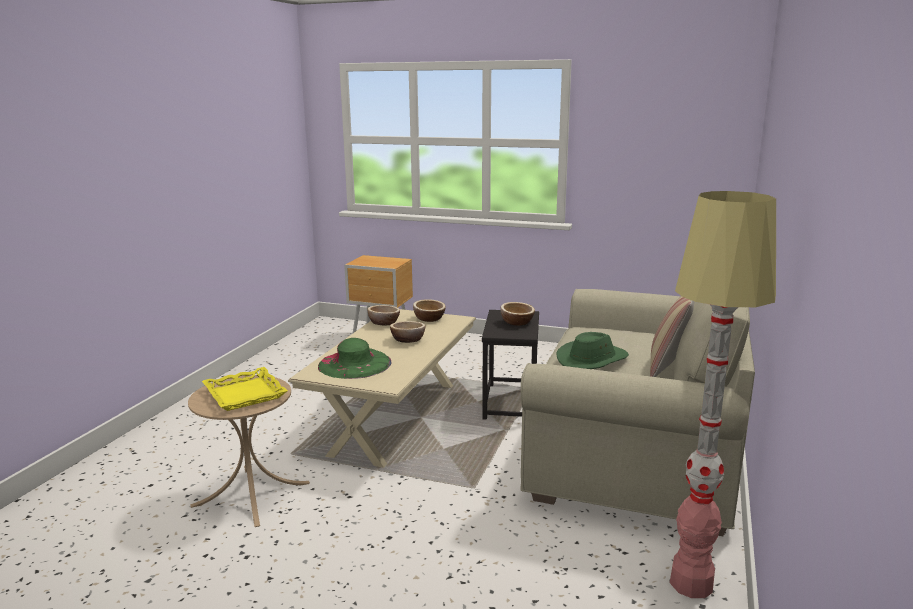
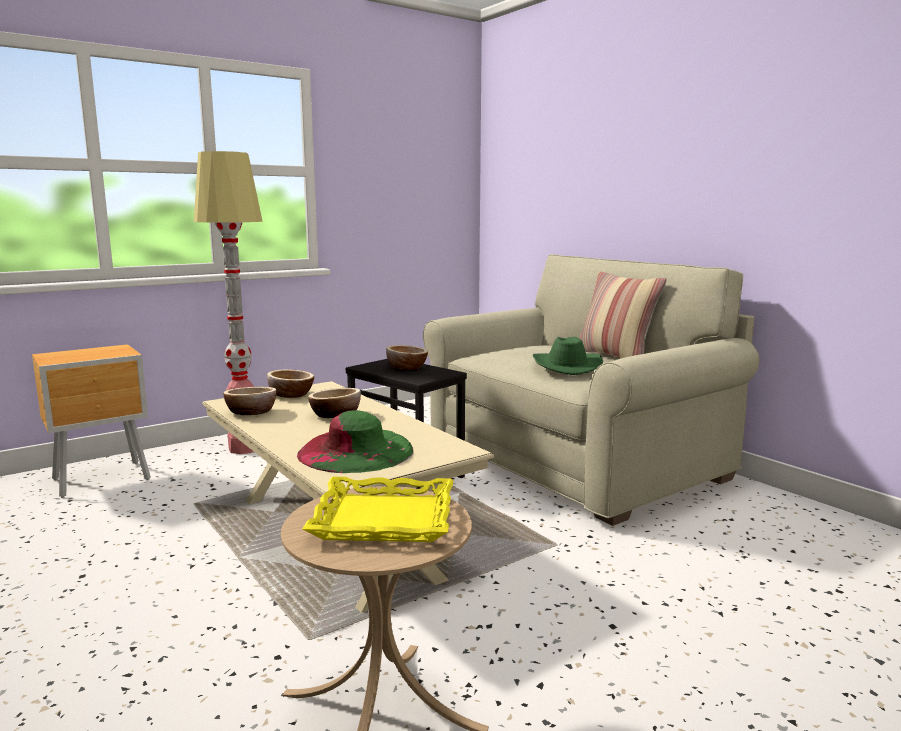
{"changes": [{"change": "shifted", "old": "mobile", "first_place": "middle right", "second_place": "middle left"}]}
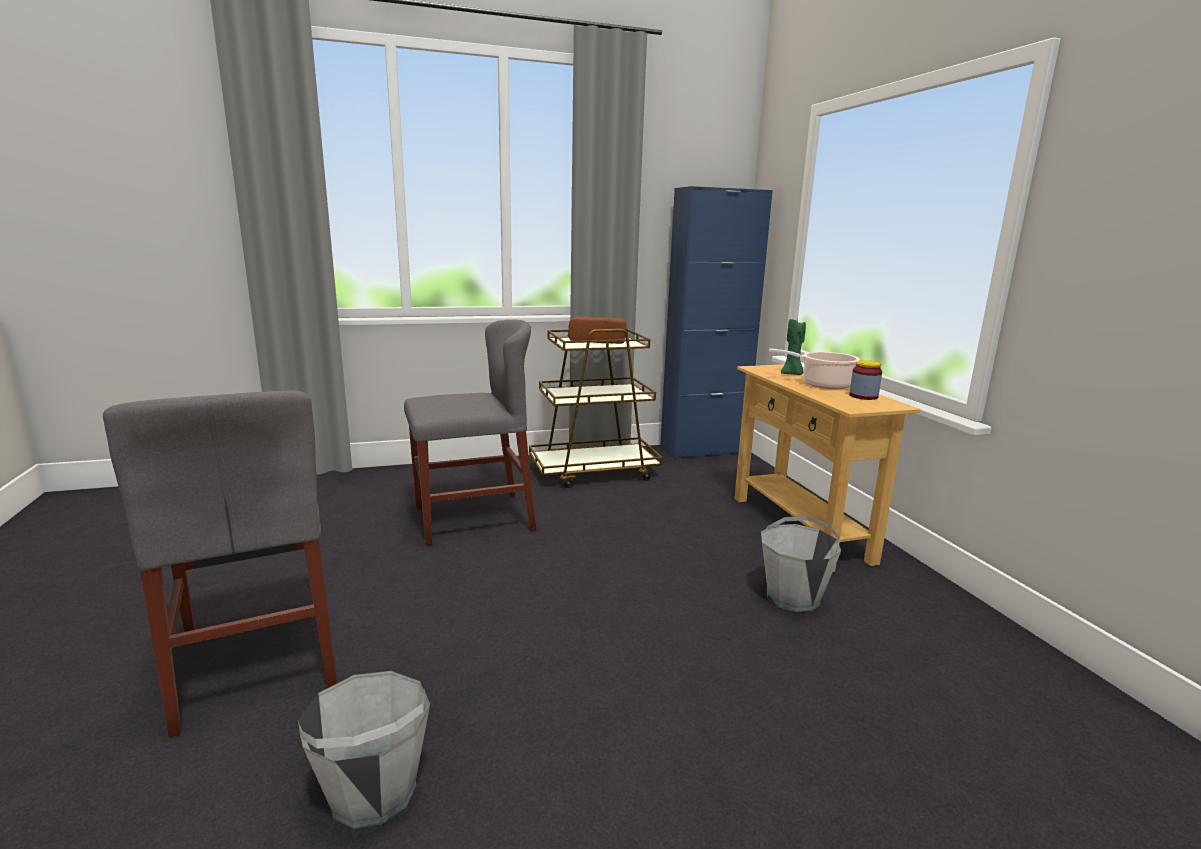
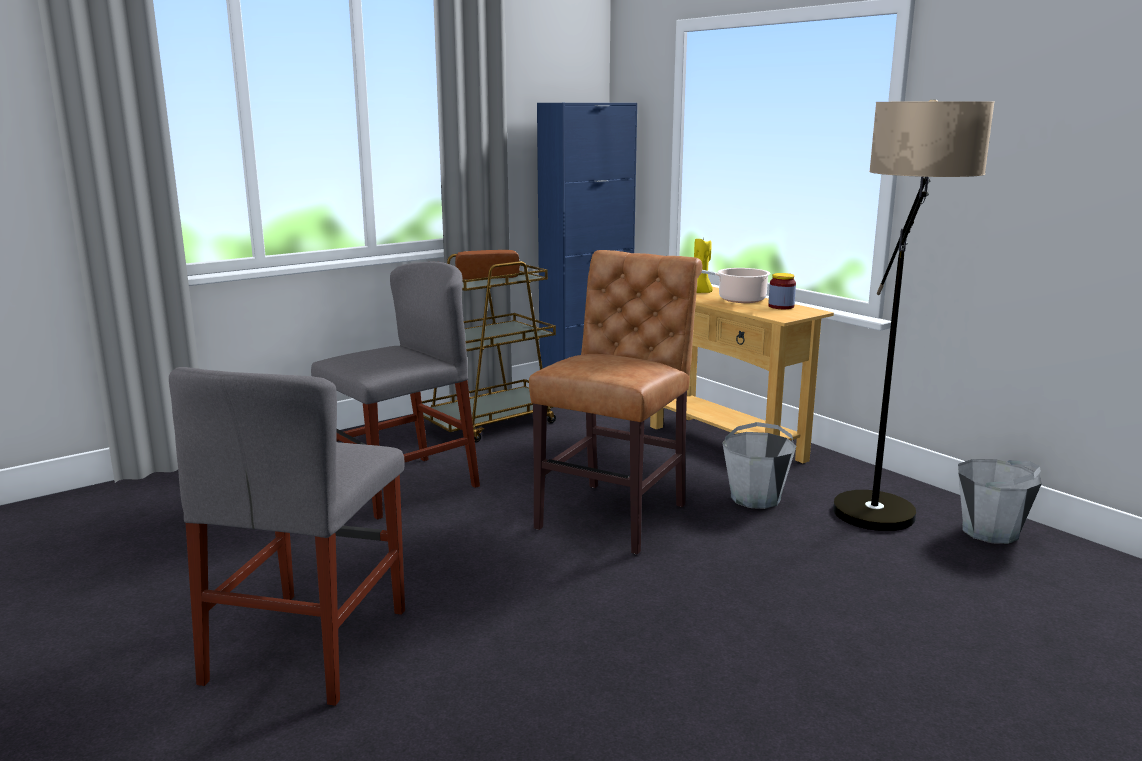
{"changes": [{"change": "new", "new": "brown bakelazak", "second_place": "centre"}, {"change": "new", "new": "mobile", "second_place": "middle right"}, {"change": "shifted", "old": "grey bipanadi (no. 1 from left in the first image)", "new": "grey bipanadi (no. 2 from left)", "first_place": "bottom left", "second_place": "middle right"}, {"change": "repainted", "old": "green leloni", "new": "yellow leloni", "first_place": "centre", "second_place": "centre"}, {"change": "rotated", "old": "grey bakelazak (no. 1 from left)", "first_place": "middle left", "second_place": "bottom left", "degrees": 60}]}
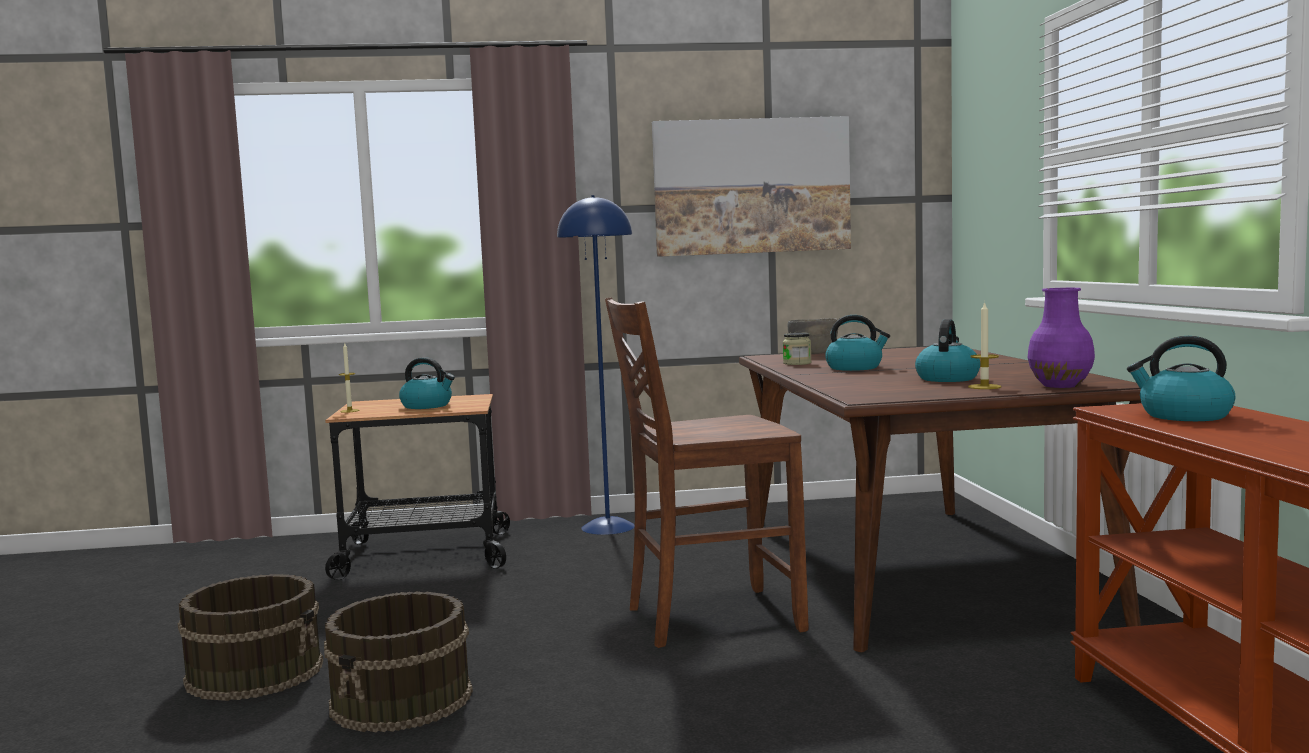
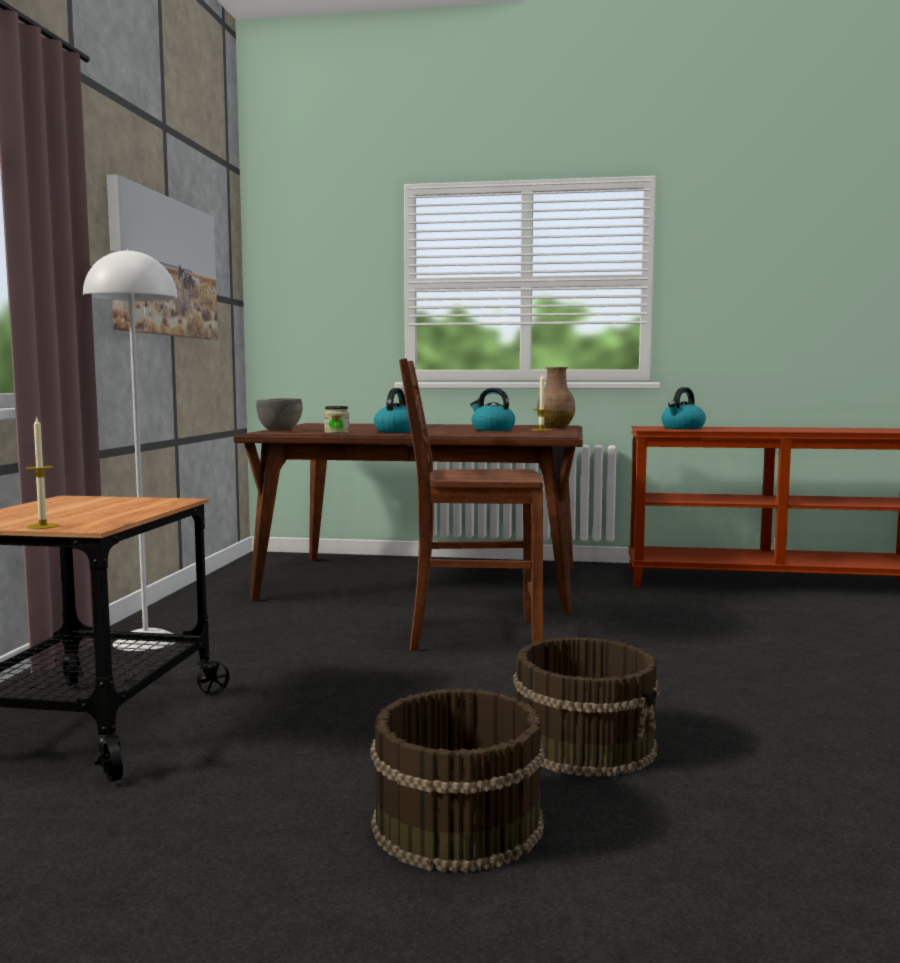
{"changes": [{"change": "gone", "old": "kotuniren (no. 1 from left)", "first_place": "middle left"}, {"change": "repainted", "old": "blue mobile", "new": "white mobile", "first_place": "centre", "second_place": "middle left"}, {"change": "repainted", "old": "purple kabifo", "new": "brown kabifo", "first_place": "middle right", "second_place": "centre"}, {"change": "rotated", "old": "brown bakelazak", "first_place": "centre", "second_place": "centre", "degrees": 90}]}
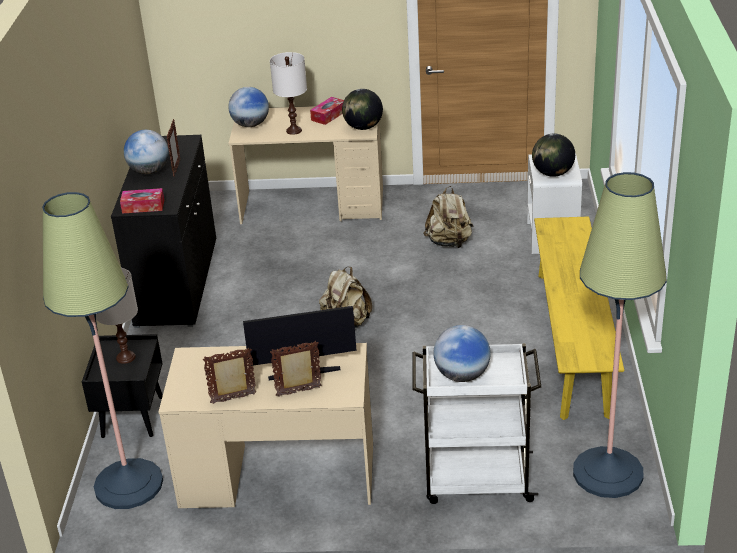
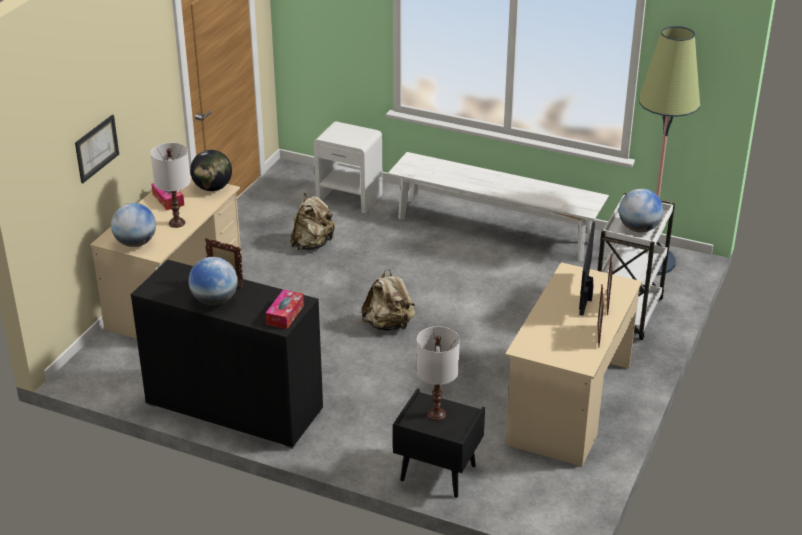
{"changes": [{"change": "gone", "old": "mobile (no. 1 from left)", "first_place": "middle left"}, {"change": "gone", "old": "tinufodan (no. 5 from left)", "first_place": "top right"}, {"change": "new", "new": "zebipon", "second_place": "top left"}, {"change": "repainted", "old": "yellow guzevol", "new": "white guzevol", "first_place": "middle right", "second_place": "centre"}]}
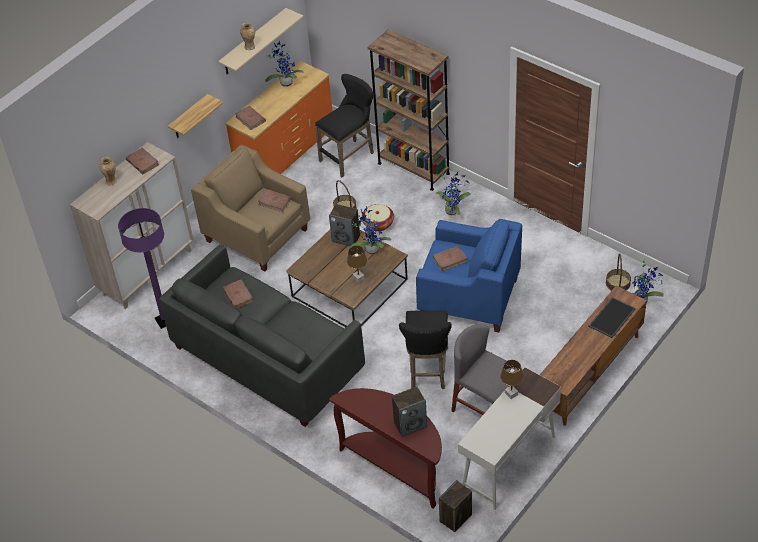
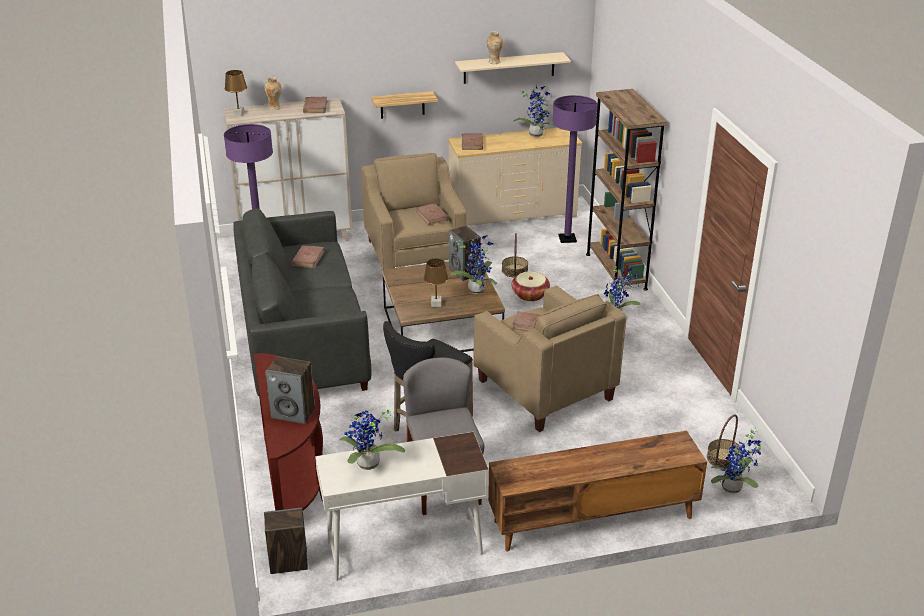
{"changes": [{"change": "gone", "old": "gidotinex", "first_place": "middle right"}, {"change": "new", "new": "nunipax (no. 1 from left)", "second_place": "bottom centre"}, {"change": "shifted", "old": "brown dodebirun (no. 2 from left in the first image)", "new": "brown dodebirun (no. 1 from left)", "first_place": "bottom right", "second_place": "top left"}, {"change": "swapped", "old": "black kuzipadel (no. 1 from left)", "new": "purple mobile (no. 2 from left)", "first_place": "top centre", "second_place": "top centre"}, {"change": "repainted", "old": "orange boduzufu", "new": "beige boduzufu", "first_place": "top centre", "second_place": "top centre"}, {"change": "repainted", "old": "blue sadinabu", "new": "beige sadinabu (no. 2 from left)", "first_place": "centre", "second_place": "centre"}]}
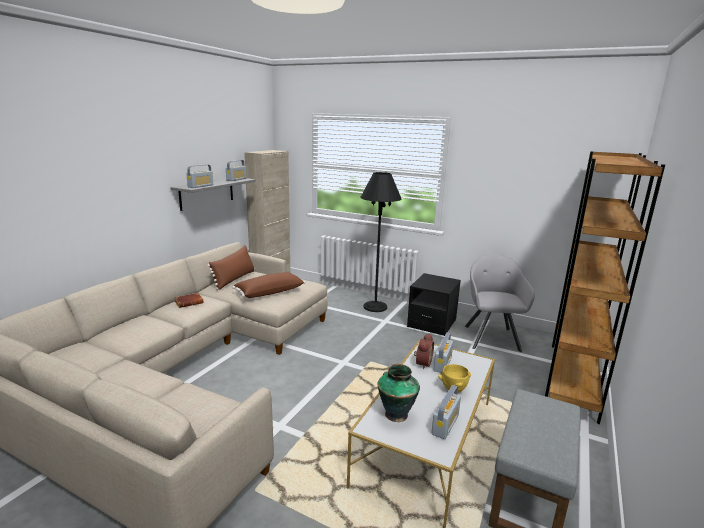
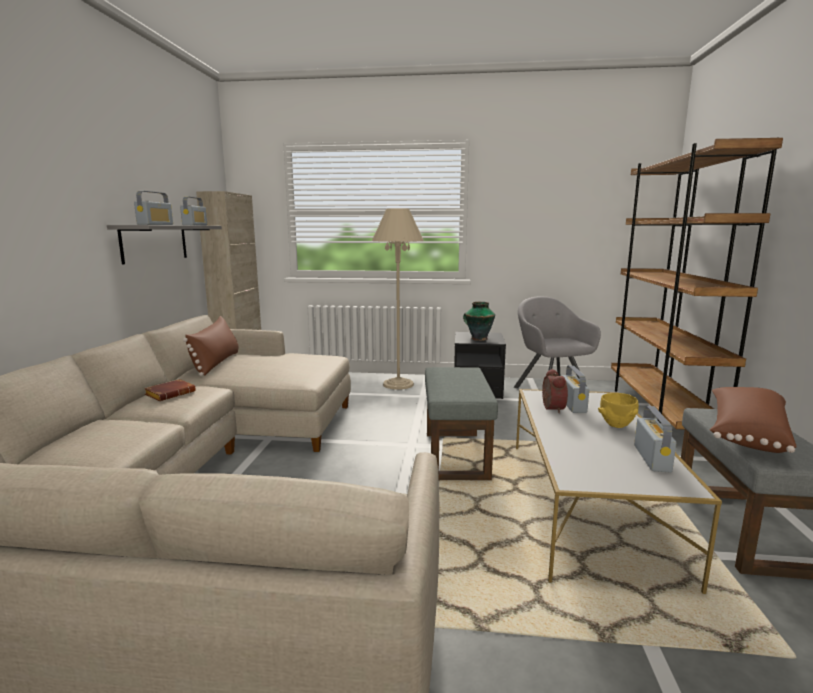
{"changes": [{"change": "new", "new": "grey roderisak (no. 1 from left)", "second_place": "centre"}, {"change": "shifted", "old": "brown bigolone (no. 2 from left)", "first_place": "centre", "second_place": "middle right"}, {"change": "shifted", "old": "kabifo", "first_place": "bottom centre", "second_place": "centre"}, {"change": "repainted", "old": "black mobile", "new": "beige mobile", "first_place": "centre", "second_place": "centre"}]}
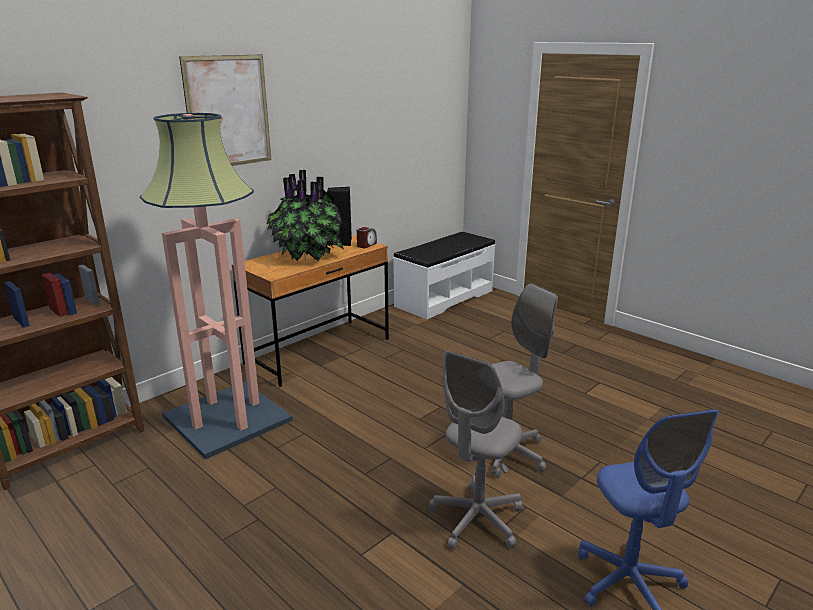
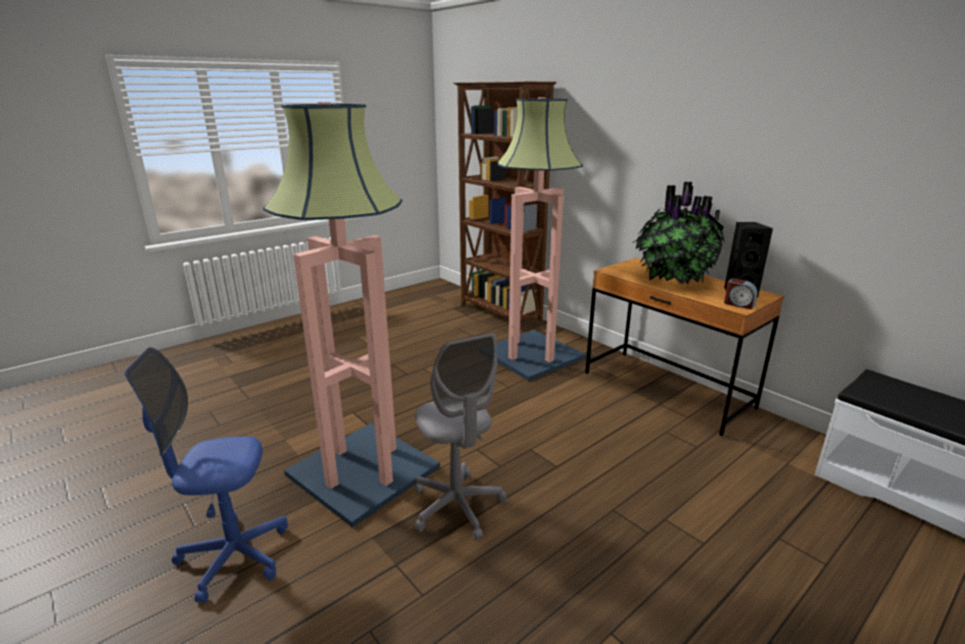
{"changes": [{"change": "gone", "old": "zebipon", "first_place": "top left"}, {"change": "swapped", "old": "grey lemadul (no. 1 from left)", "new": "mobile (no. 1 from left)", "first_place": "bottom centre", "second_place": "centre"}]}
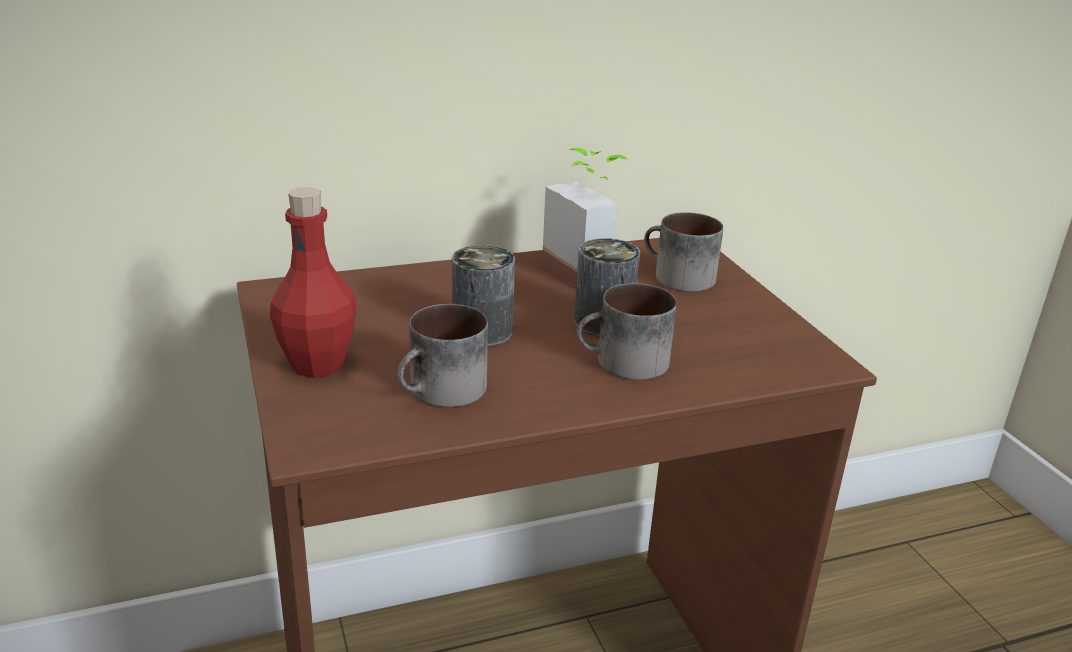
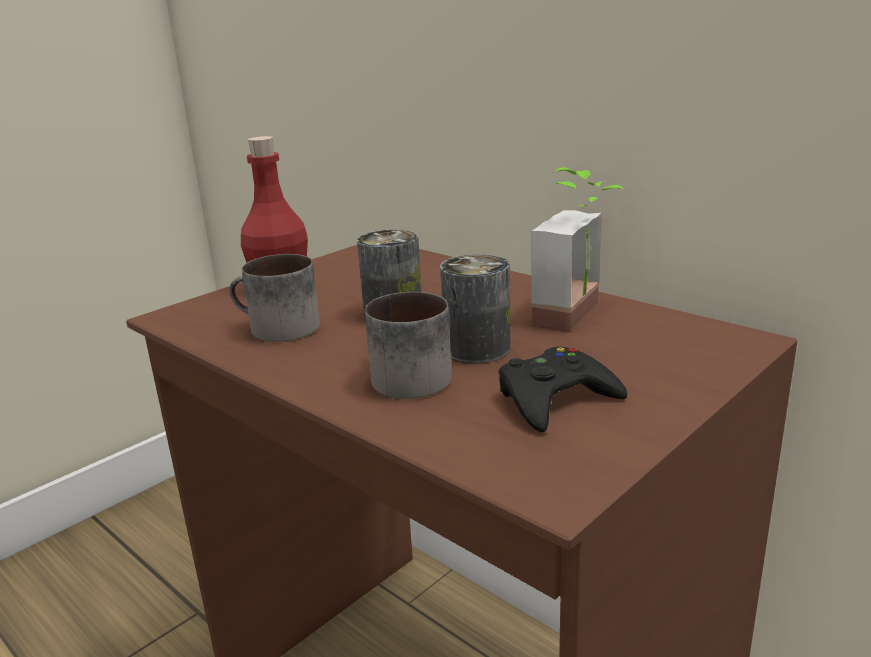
{"changes": [{"change": "gone", "old": "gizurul (no. 3 from left)", "first_place": "centre"}, {"change": "new", "new": "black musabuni", "second_place": "centre"}]}
